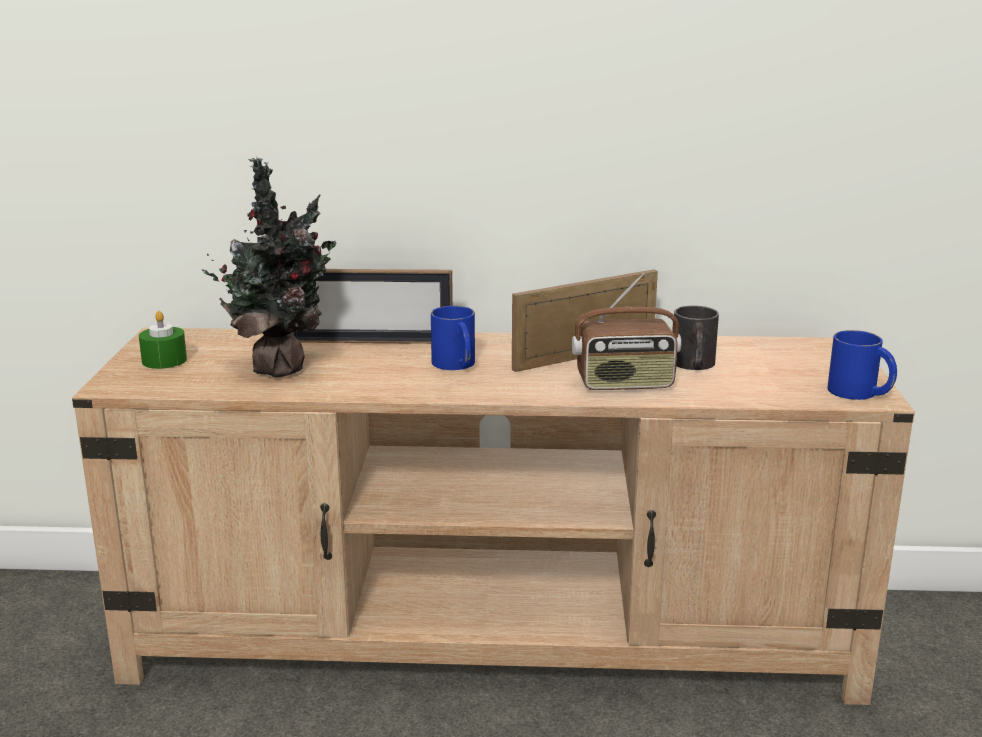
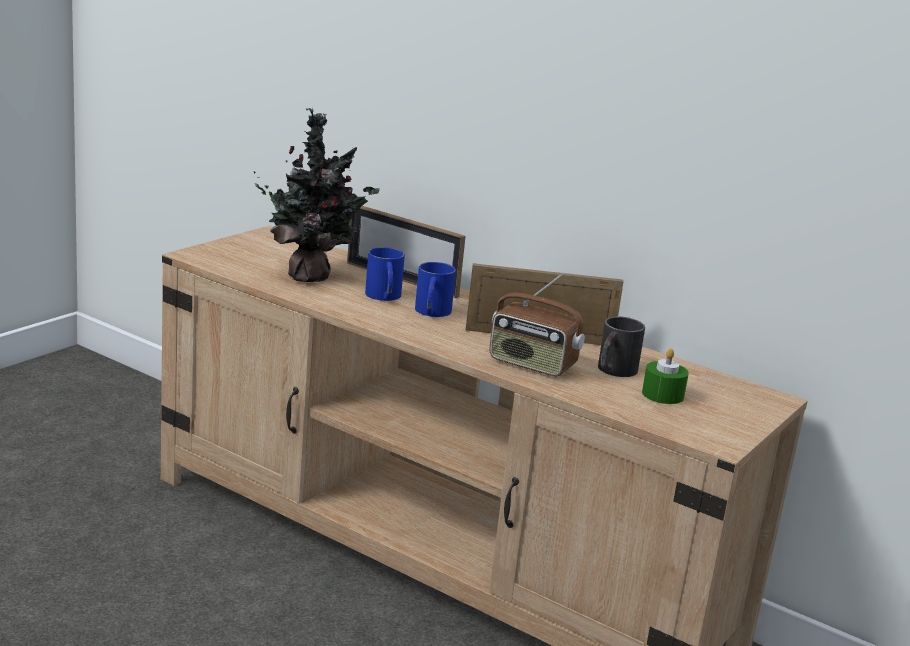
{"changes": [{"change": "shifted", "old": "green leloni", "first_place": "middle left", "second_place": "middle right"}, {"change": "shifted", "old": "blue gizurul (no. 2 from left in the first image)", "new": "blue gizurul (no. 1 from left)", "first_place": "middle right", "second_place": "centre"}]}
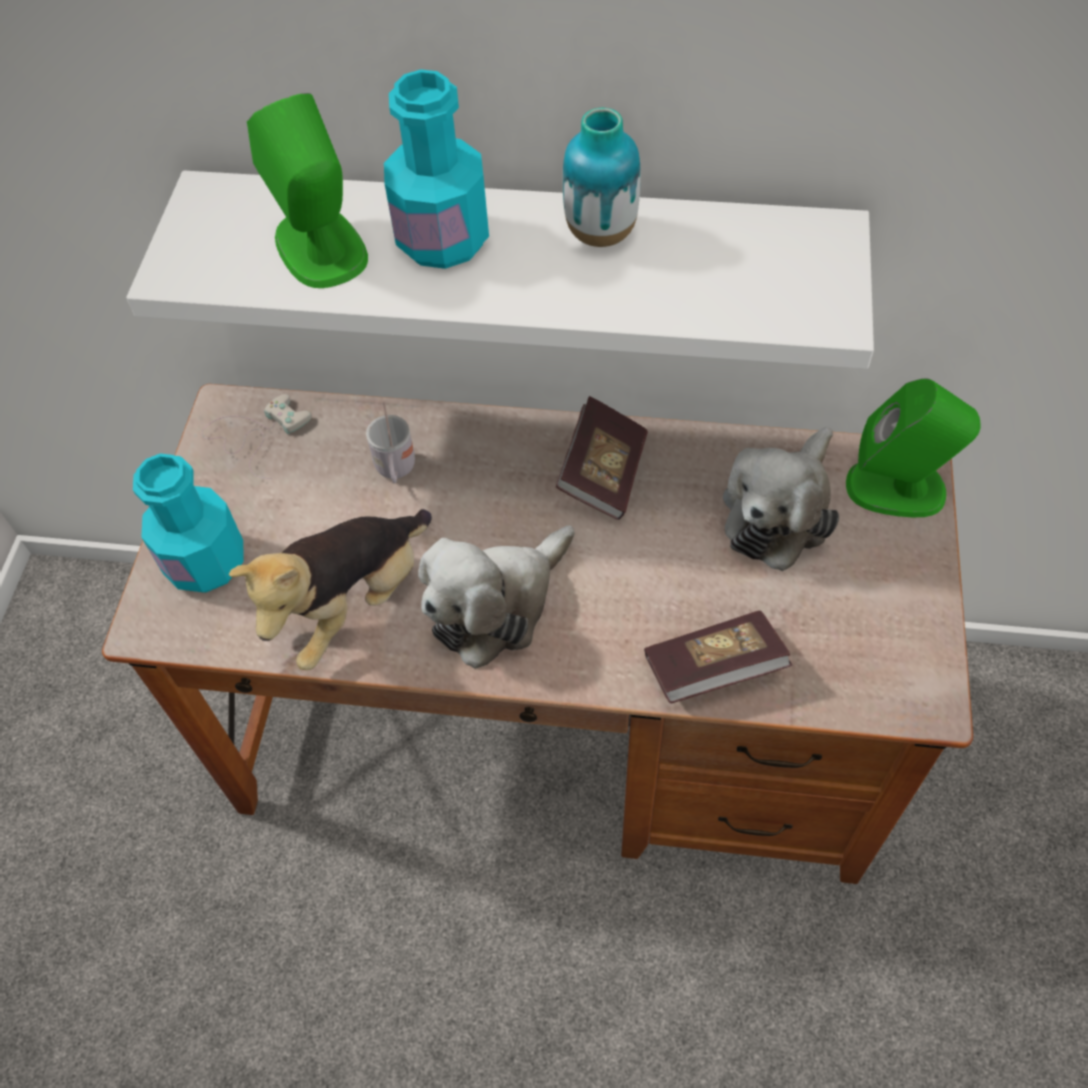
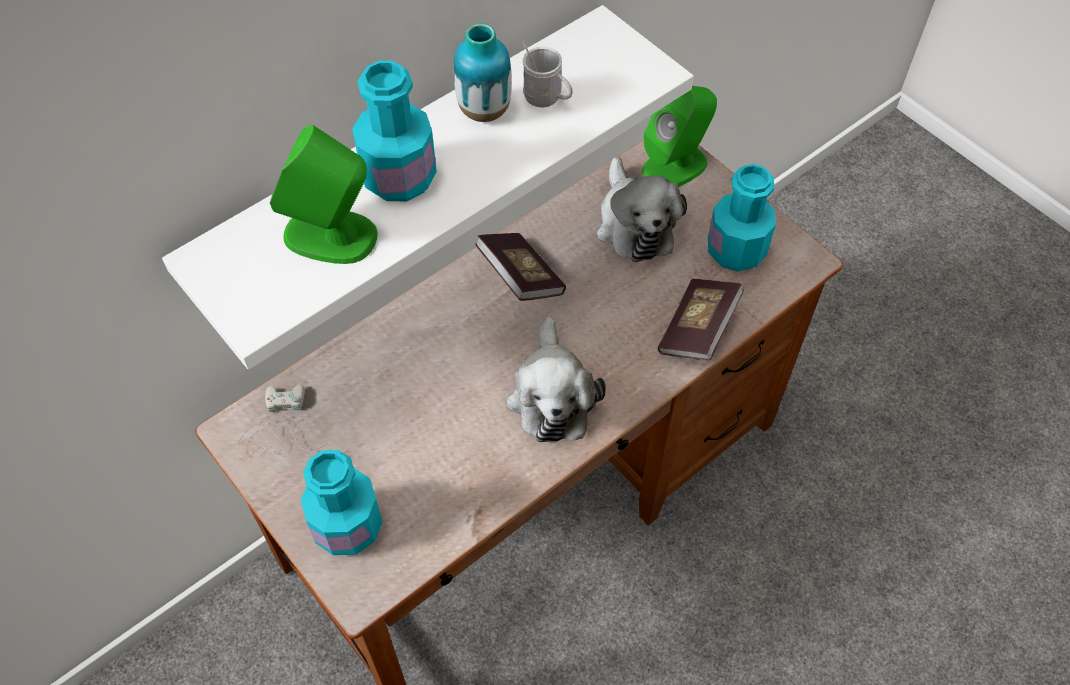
{"changes": [{"change": "gone", "old": "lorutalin (no. 1 from left)", "first_place": "middle left"}, {"change": "new", "new": "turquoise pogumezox (no. 3 from left)", "second_place": "top right"}, {"change": "shifted", "old": "white gizurul", "first_place": "centre", "second_place": "top centre"}]}
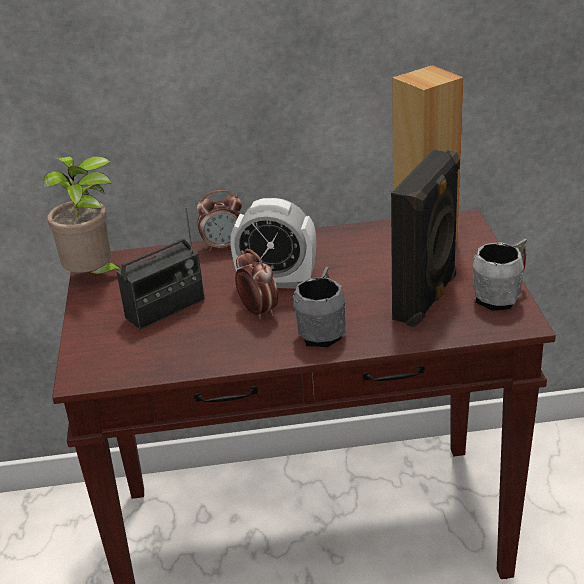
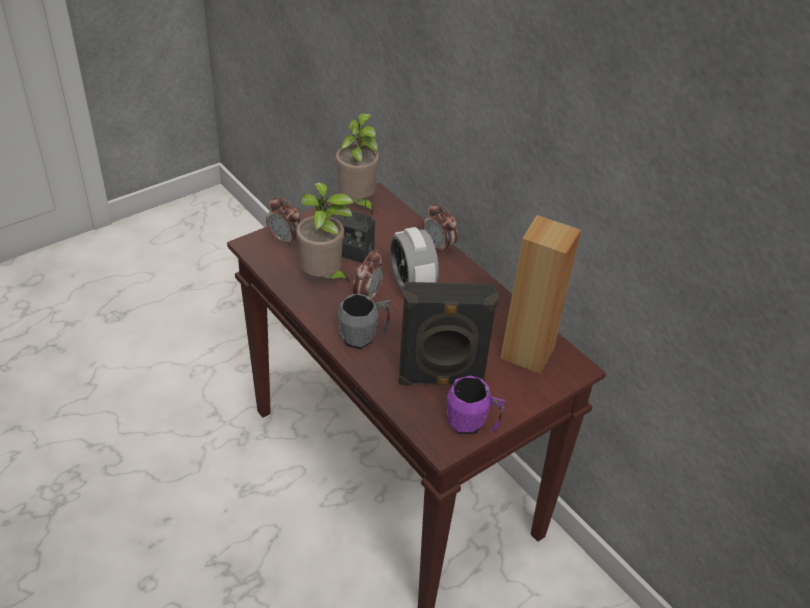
{"changes": [{"change": "new", "new": "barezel (no. 1 from left)", "second_place": "centre"}, {"change": "new", "new": "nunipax (no. 1 from left)", "second_place": "centre"}, {"change": "repainted", "old": "grey gizurul (no. 2 from left)", "new": "purple gizurul", "first_place": "middle right", "second_place": "centre"}]}
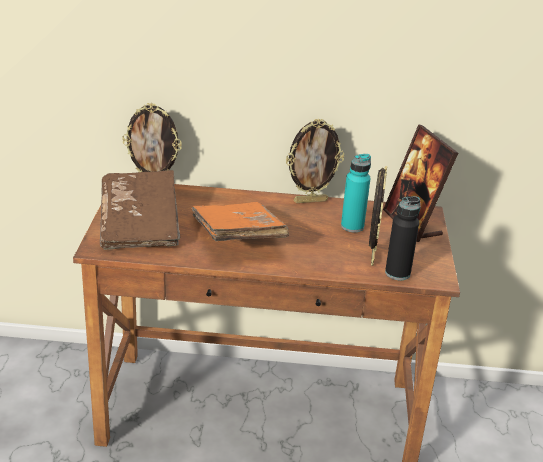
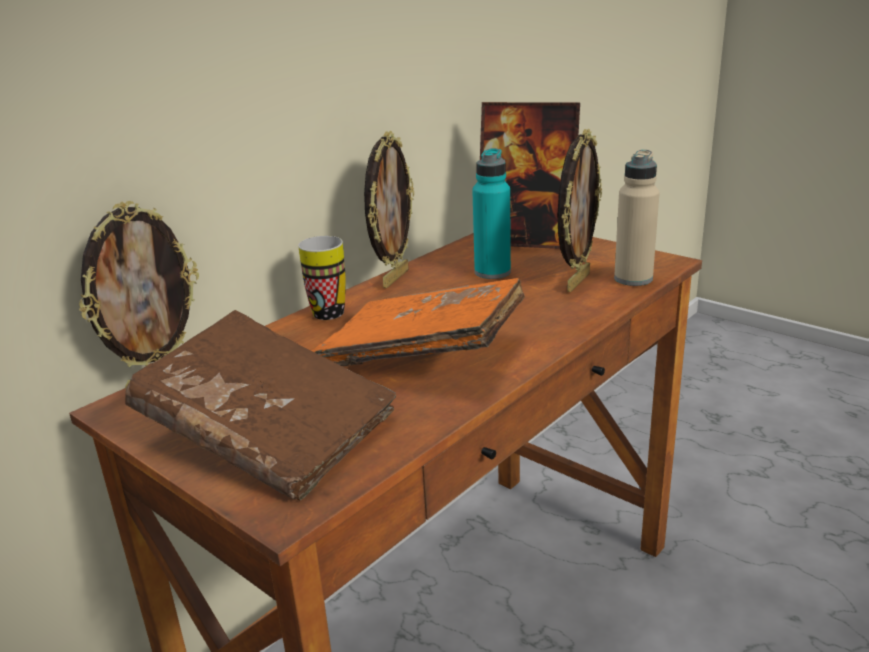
{"changes": [{"change": "new", "new": "gizurul", "second_place": "centre"}, {"change": "repainted", "old": "black pogumezox", "new": "beige pogumezox", "first_place": "middle right", "second_place": "middle right"}, {"change": "rotated", "old": "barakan (no. 3 from left in the first image)", "first_place": "middle right", "second_place": "top right", "degrees": 75}]}
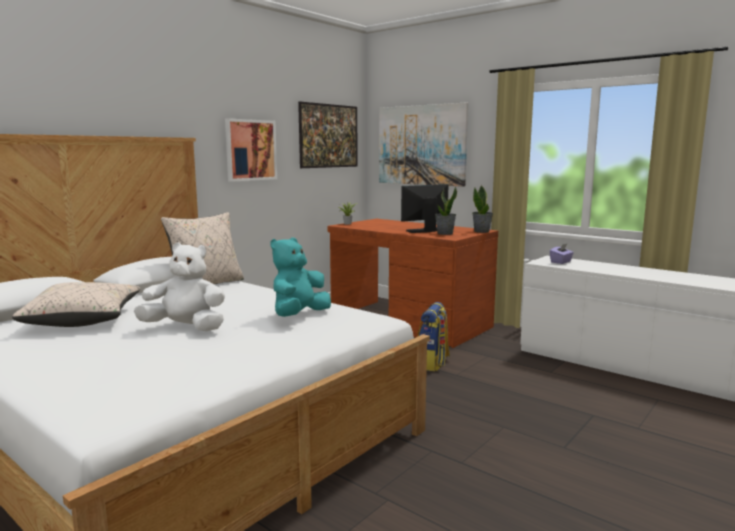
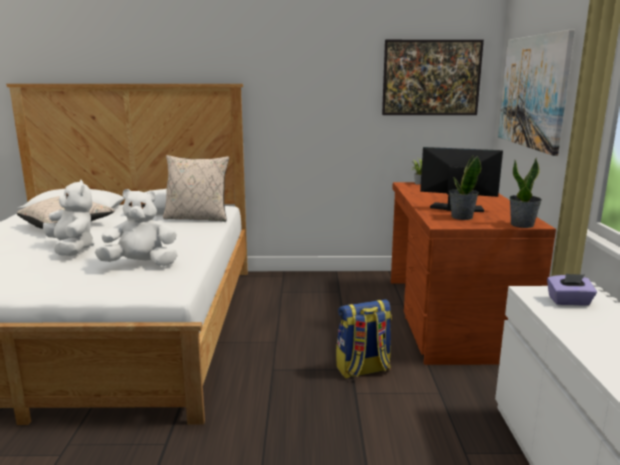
{"changes": [{"change": "gone", "old": "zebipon (no. 1 from left)", "first_place": "top centre"}, {"change": "repainted", "old": "turquoise lorutalin", "new": "white lorutalin (no. 2 from left)", "first_place": "centre", "second_place": "middle left"}]}
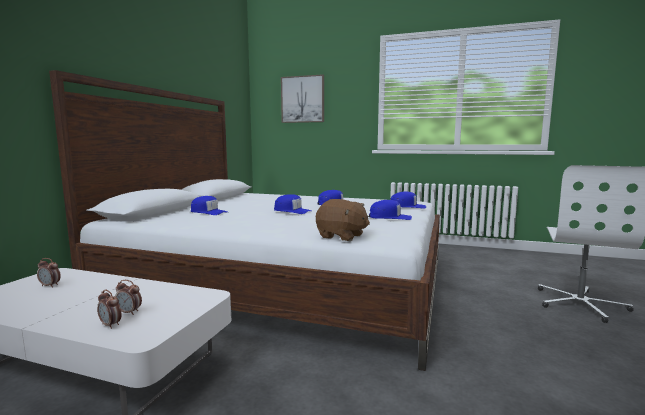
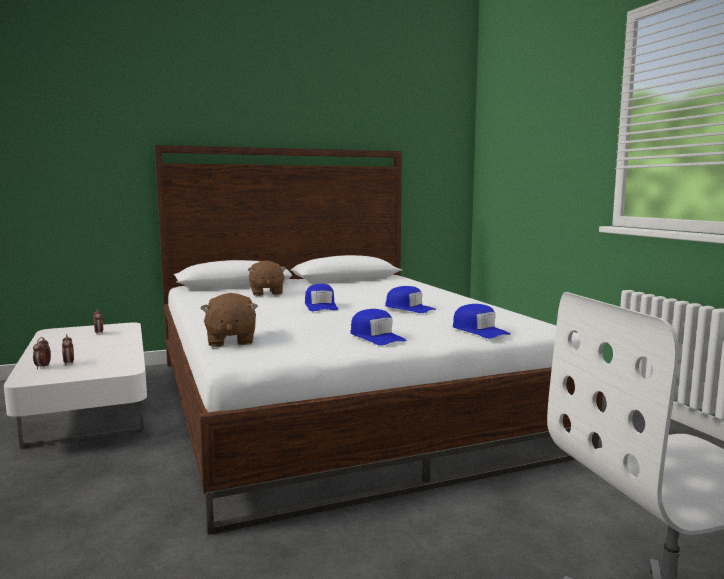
{"changes": [{"change": "gone", "old": "zebipon", "first_place": "top centre"}, {"change": "swapped", "old": "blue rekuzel (no. 1 from left)", "new": "brown lorutalin (no. 2 from left)", "first_place": "middle left", "second_place": "centre"}]}
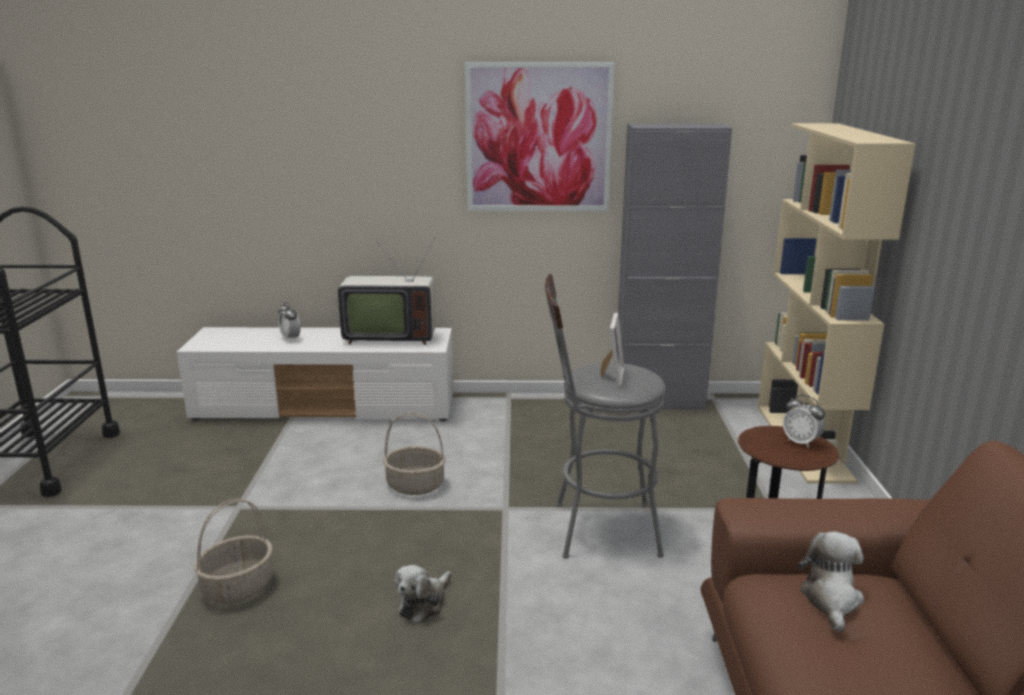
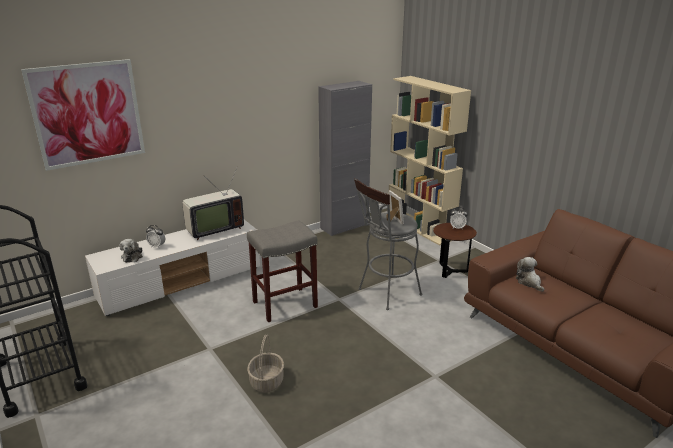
{"changes": [{"change": "shifted", "old": "lorutalin (no. 1 from left)", "first_place": "bottom centre", "second_place": "middle left"}, {"change": "shifted", "old": "zebipon", "first_place": "top centre", "second_place": "top left"}, {"change": "swapped", "old": "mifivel (no. 2 from left)", "new": "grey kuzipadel (no. 1 from left)", "first_place": "centre", "second_place": "centre"}]}
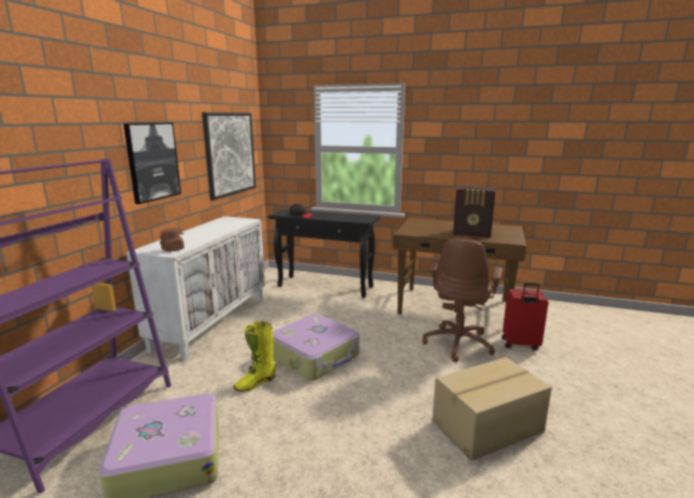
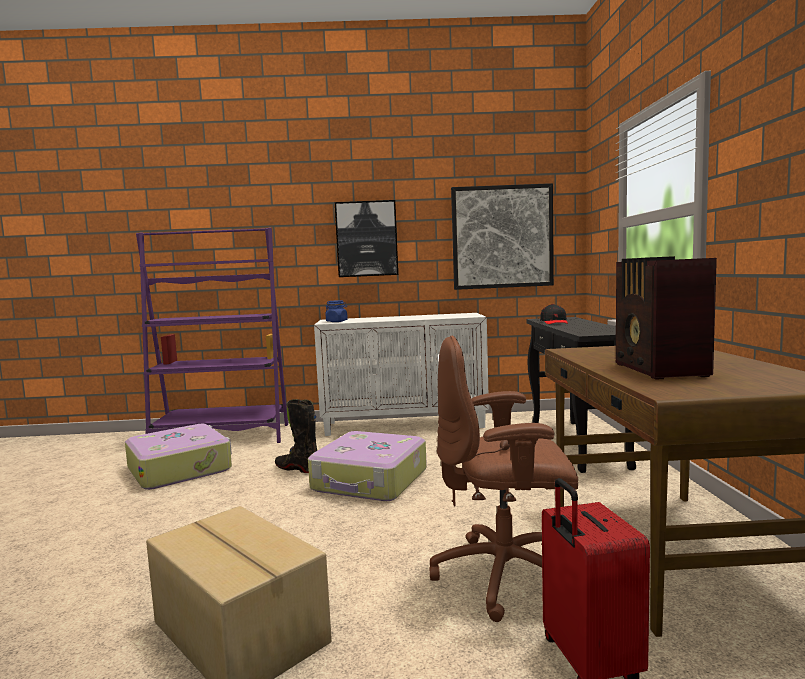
{"changes": [{"change": "repainted", "old": "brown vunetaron", "new": "blue vunetaron", "first_place": "middle left", "second_place": "centre"}, {"change": "repainted", "old": "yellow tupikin", "new": "black tupikin", "first_place": "bottom centre", "second_place": "centre"}]}
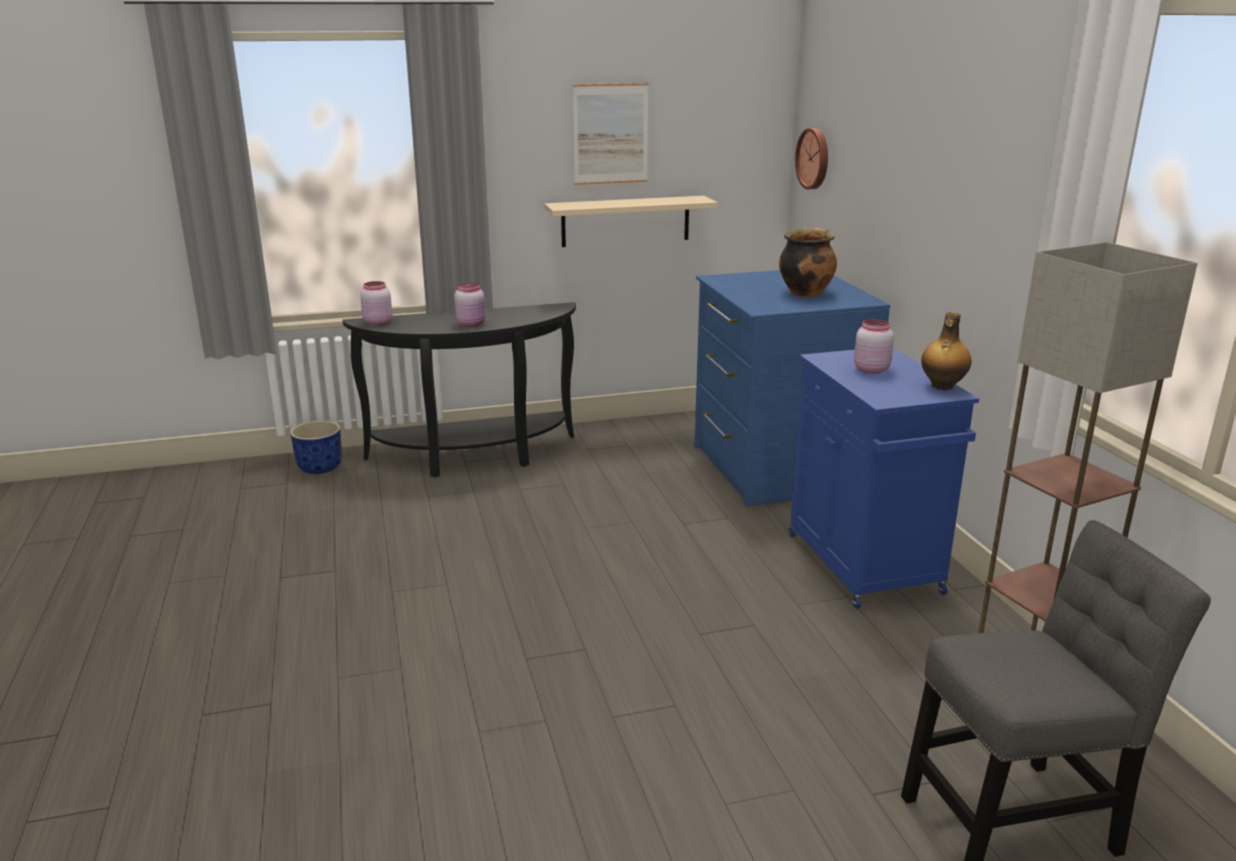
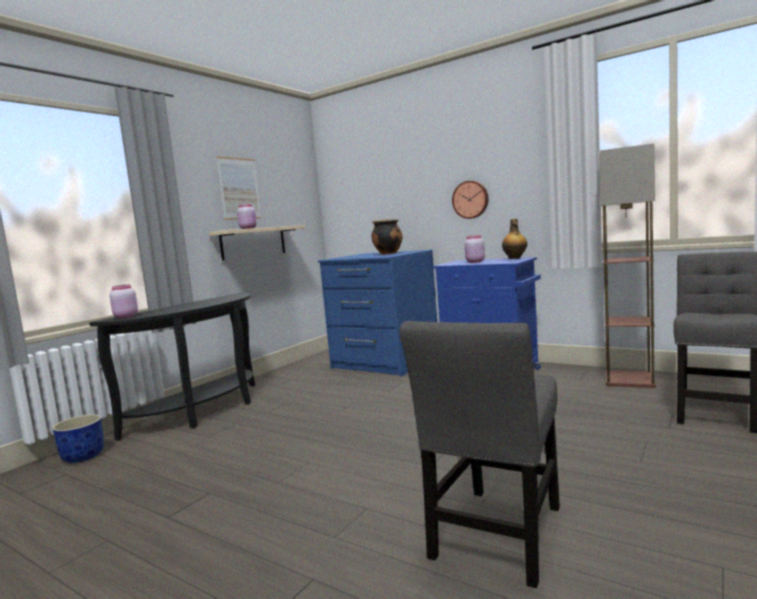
{"changes": [{"change": "new", "new": "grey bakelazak (no. 1 from left)", "second_place": "bottom centre"}, {"change": "shifted", "old": "pink vunetaron (no. 2 from left)", "first_place": "centre", "second_place": "middle left"}, {"change": "shifted", "old": "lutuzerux", "first_place": "top centre", "second_place": "centre"}]}
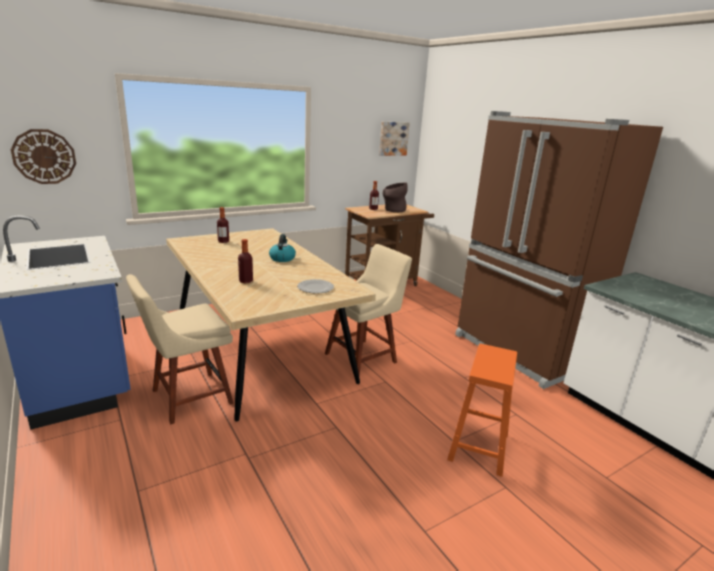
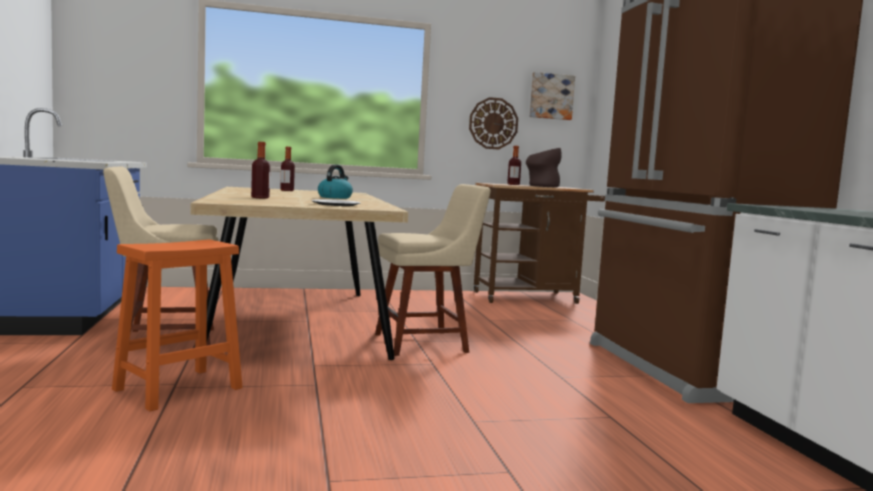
{"changes": [{"change": "shifted", "old": "lutuzerux", "first_place": "top left", "second_place": "top centre"}, {"change": "shifted", "old": "orange kuzipadel", "first_place": "bottom right", "second_place": "middle left"}]}
